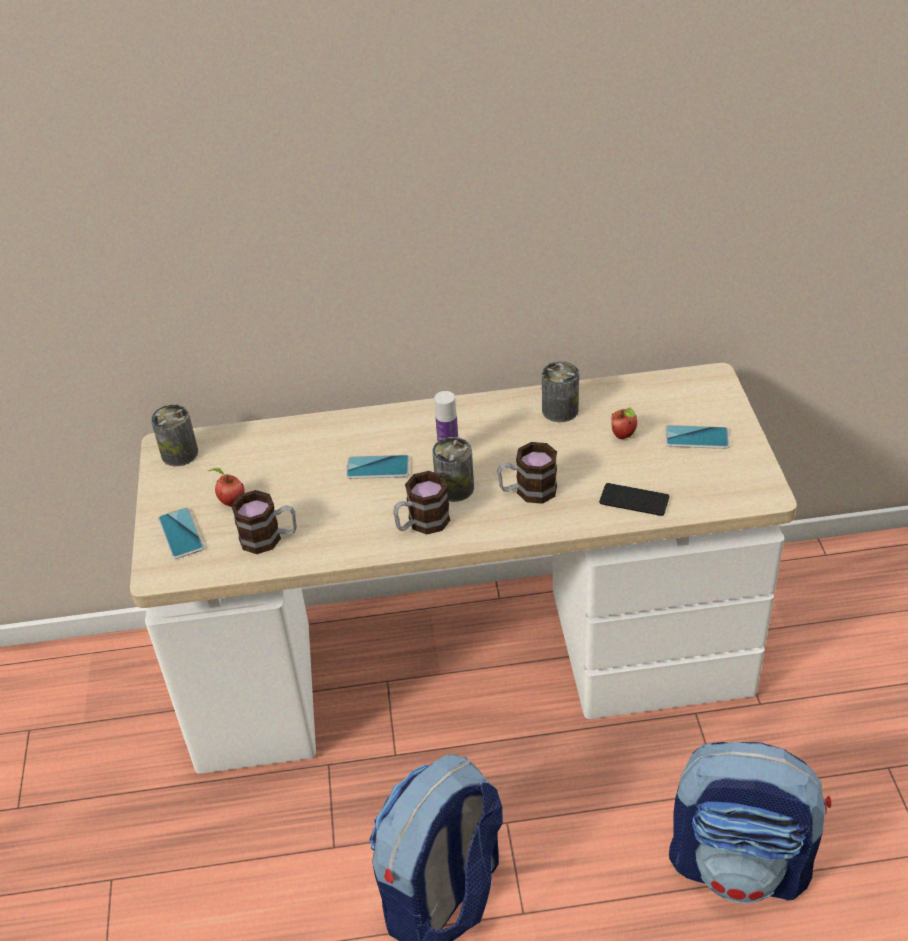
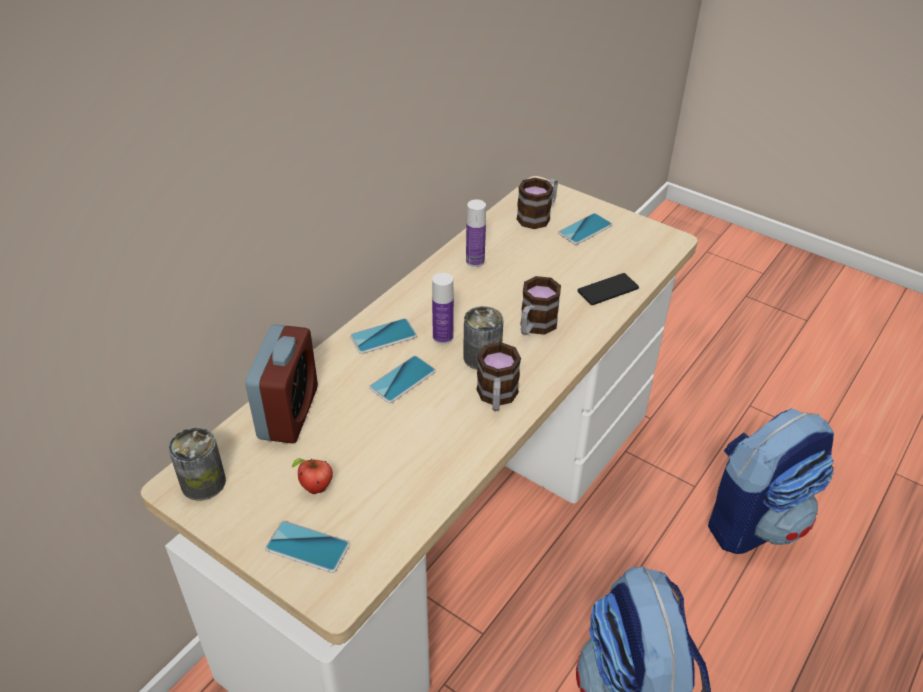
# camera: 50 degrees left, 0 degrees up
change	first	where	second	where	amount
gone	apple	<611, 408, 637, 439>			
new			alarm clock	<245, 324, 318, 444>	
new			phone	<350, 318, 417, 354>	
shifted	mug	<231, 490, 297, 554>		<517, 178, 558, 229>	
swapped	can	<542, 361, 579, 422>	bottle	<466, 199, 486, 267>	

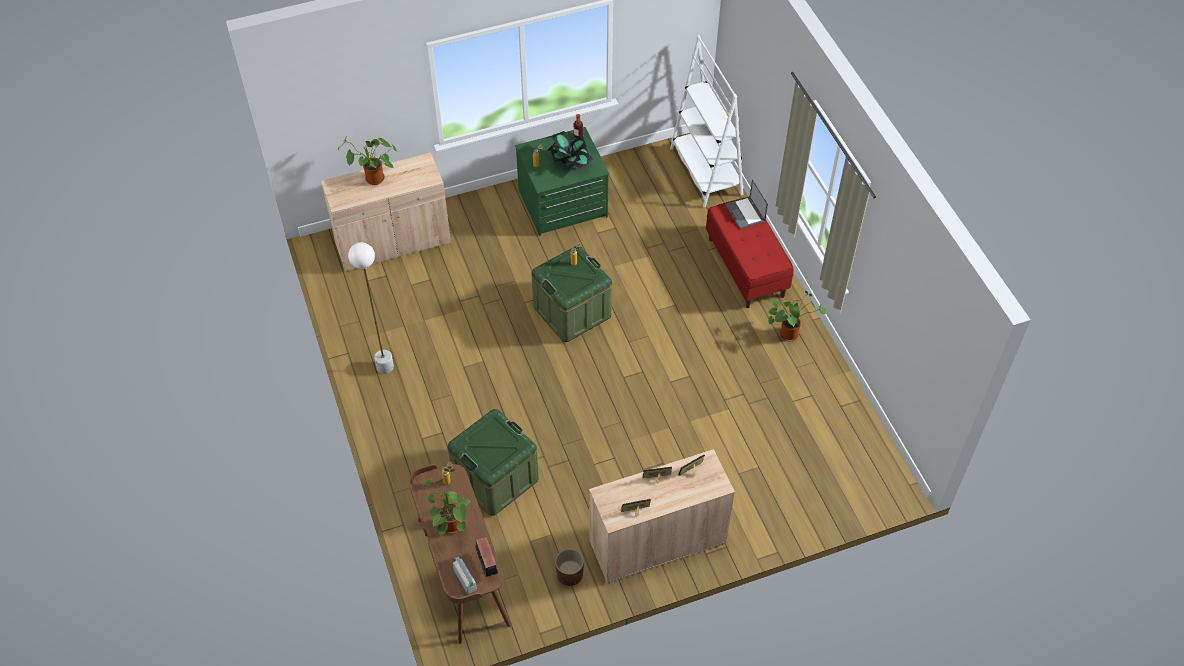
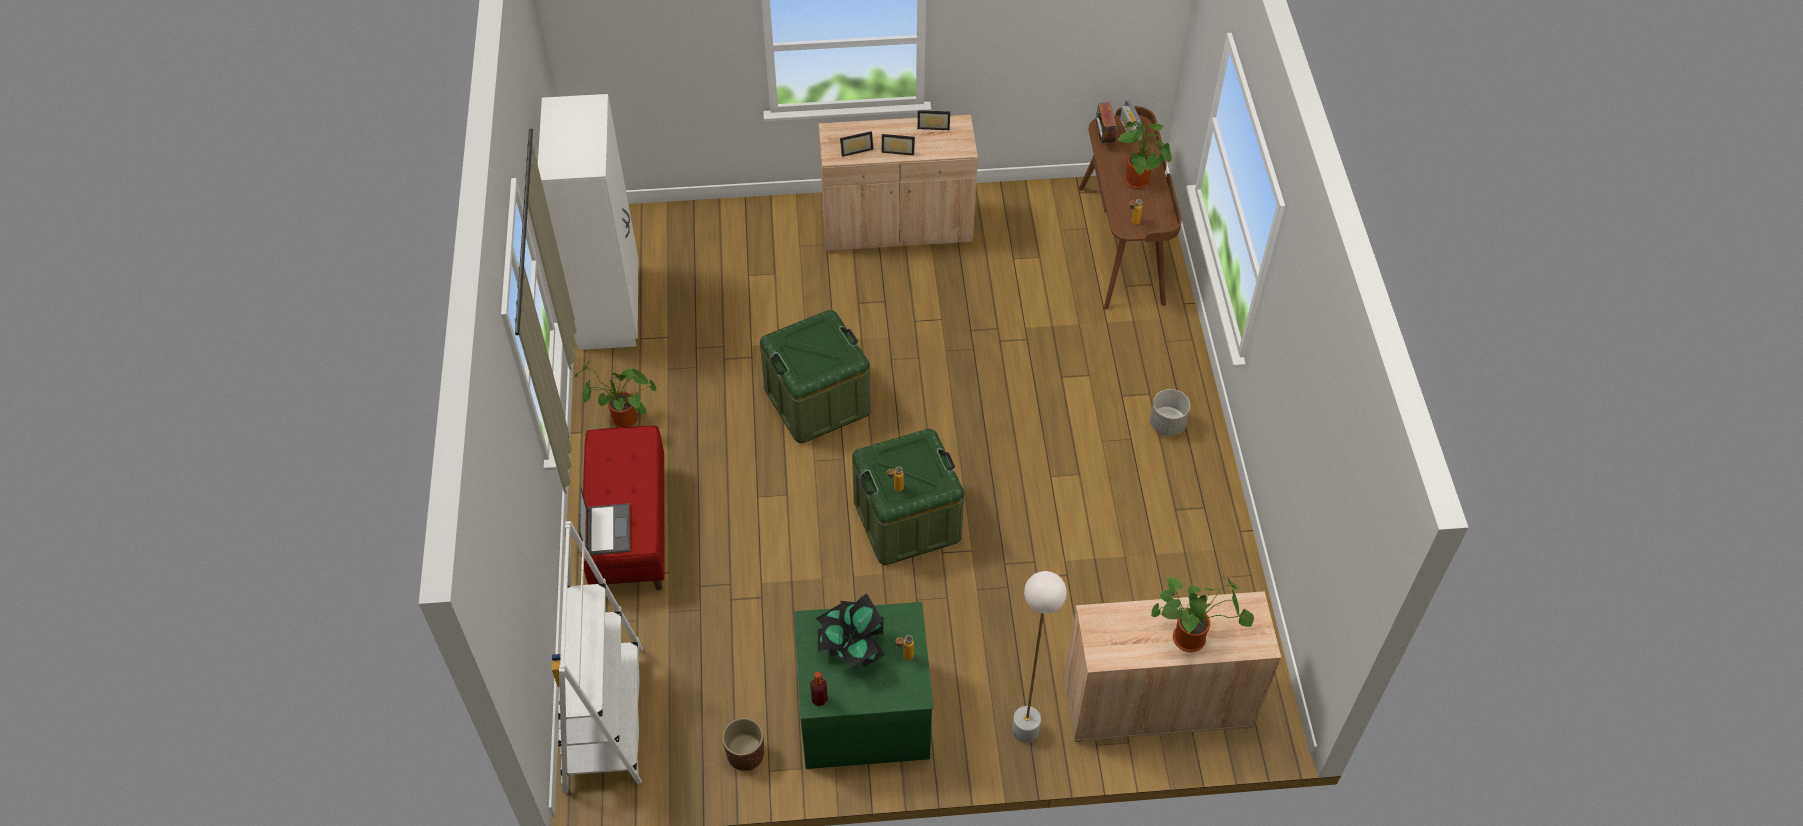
# camera: 165 degrees left, 0 degrees up
change	first	where	second	where	amount
new			wardrobe (white)	<538, 94, 639, 350>	
new			planter (grey)	<1150, 389, 1190, 436>	
shifted	floor lamp (white)	<348, 242, 394, 374>		<1012, 571, 1067, 743>	
shifted	storage box (green)	<448, 409, 539, 516>		<760, 310, 871, 443>	
shifted	planter (brown)	<555, 548, 584, 586>		<722, 718, 764, 771>	

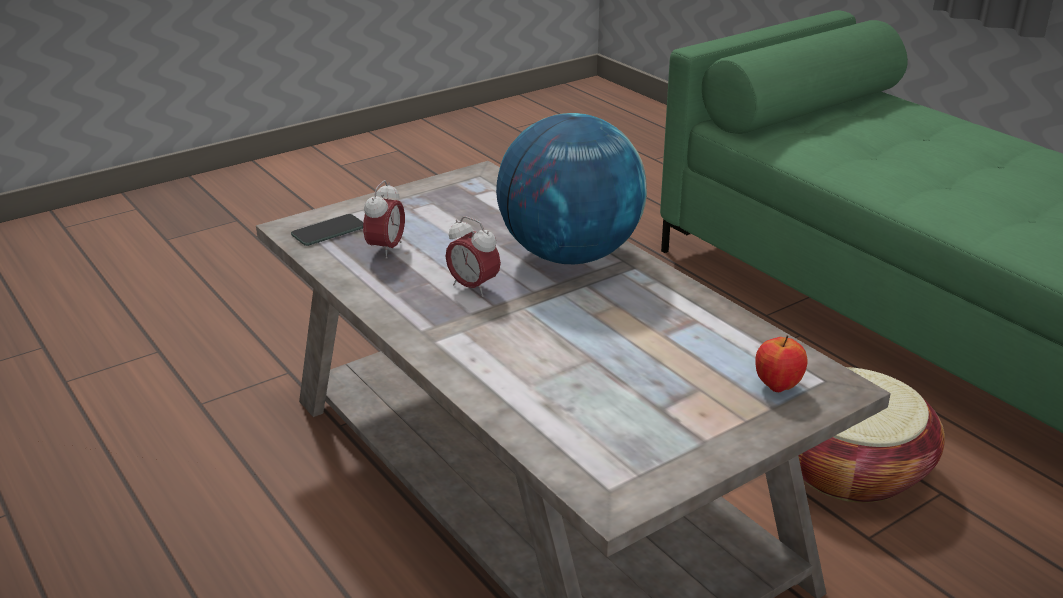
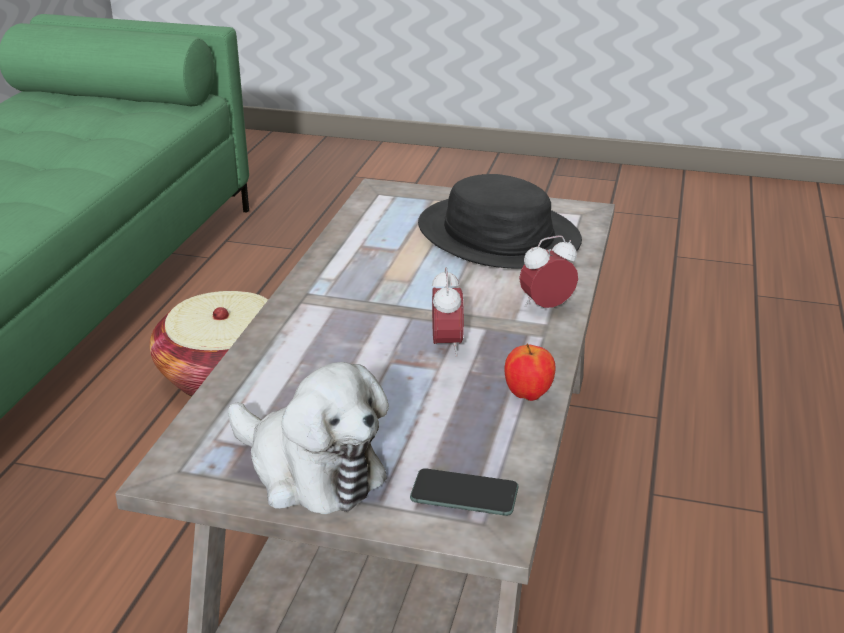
# camera: 130 degrees left, 0 degrees up
change	first	where	second	where	amount
gone	globe	<496, 113, 647, 264>			
new			plush toy	<228, 362, 389, 514>	
new			hat (black)	<418, 174, 582, 269>	
shifted	alarm clock	<363, 180, 405, 259>		<519, 235, 578, 308>	
shifted	apple	<755, 336, 807, 392>		<505, 344, 556, 401>	

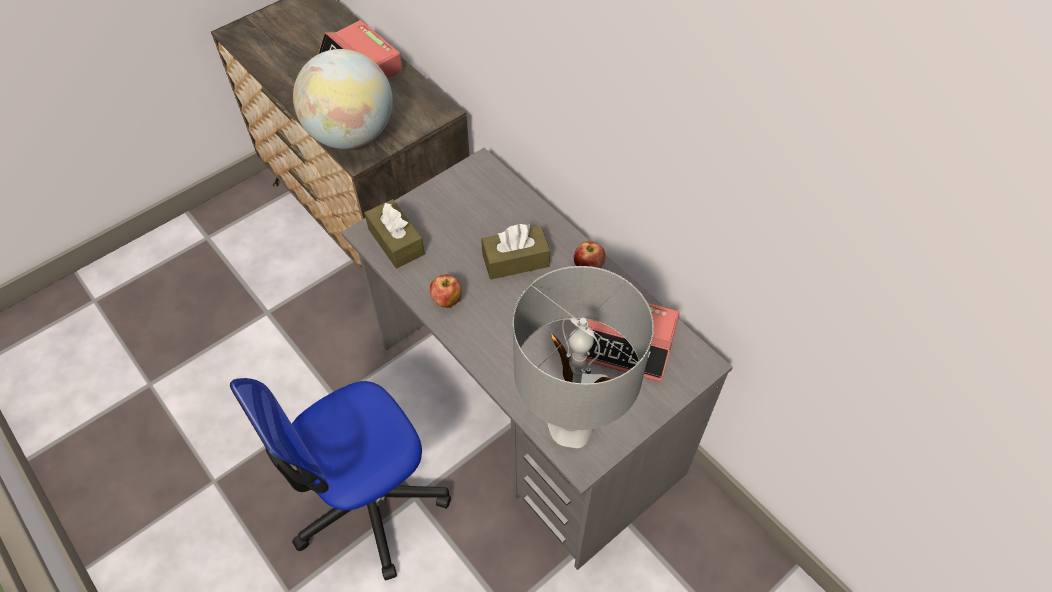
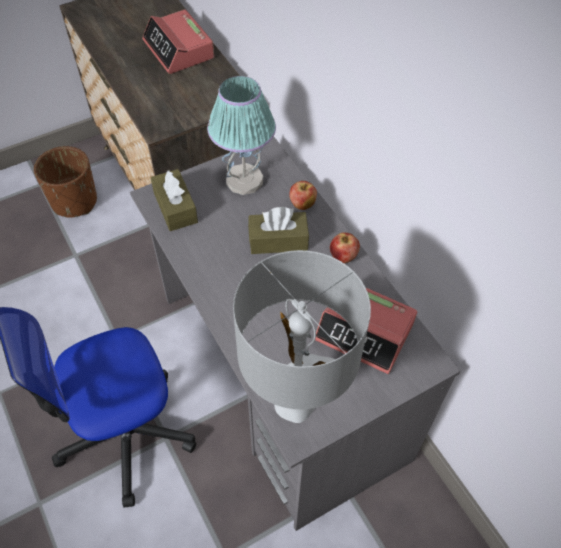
# camera: 10 degrees right, 0 degrees up
change	first	where	second	where	amount
gone	globe	<293, 49, 393, 149>			
new			planter (brown)	<34, 146, 97, 218>	
new			table lamp	<207, 76, 276, 195>	
shifted	apple	<430, 275, 462, 308>		<289, 181, 317, 210>	

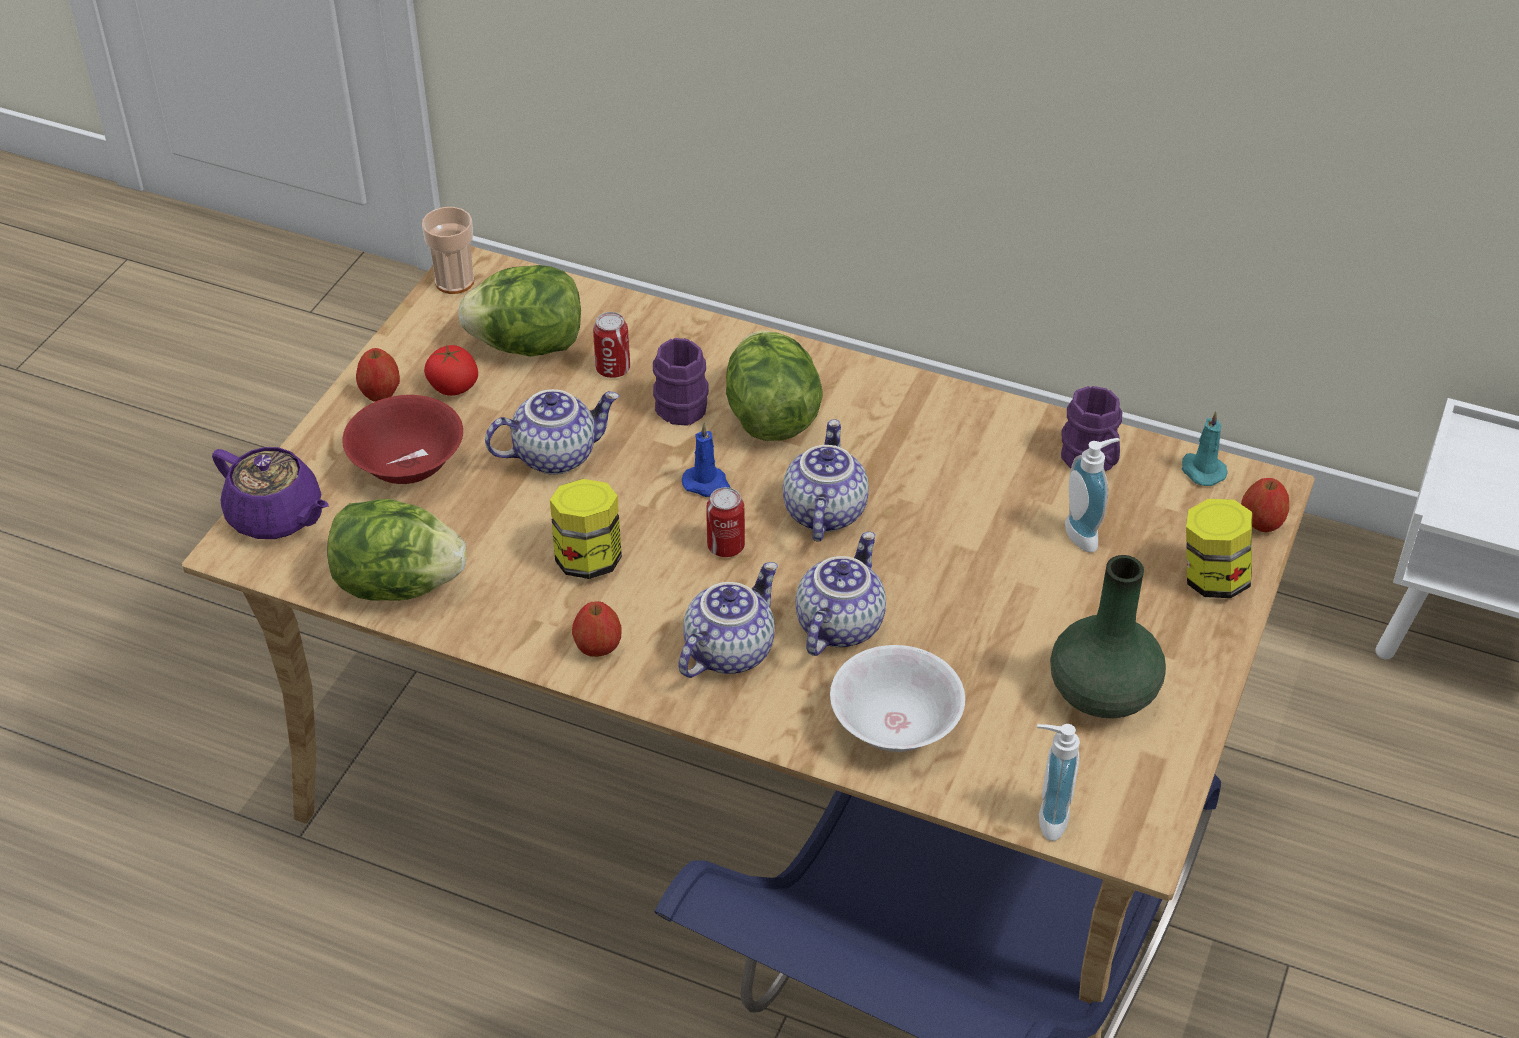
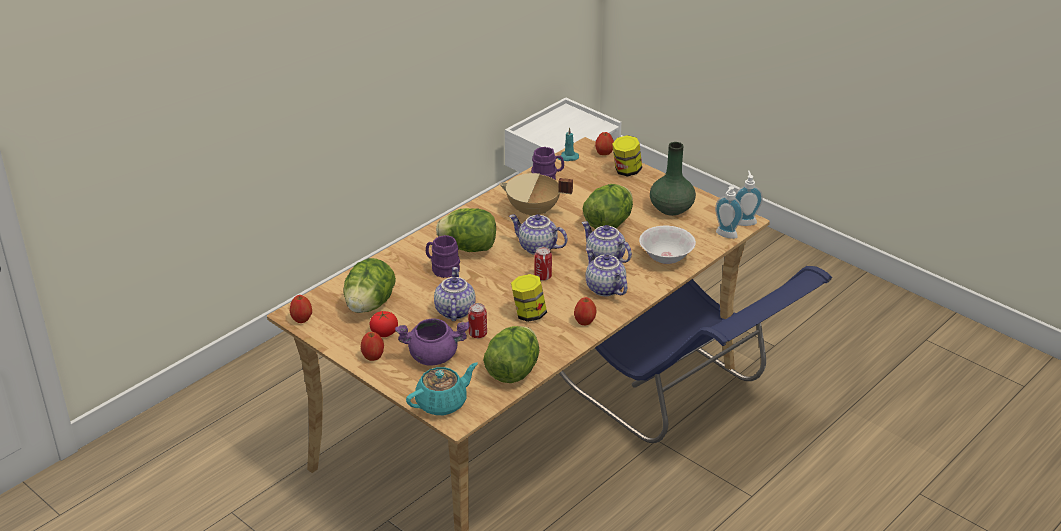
# camera: 70 degrees left, 10 degrees down
change	first	where	second	where	amount
gone	candle (blue)	<682, 423, 731, 497>			
new			cooking pot (beige)	<499, 173, 573, 216>	
new			lettuce	<583, 184, 633, 229>	
shifted	can	<593, 312, 630, 378>		<468, 303, 487, 338>	
shifted	soap dispenser	<1065, 438, 1120, 552>		<736, 171, 763, 226>	
swapped	bowl (red)	<342, 395, 463, 484>	cooking pot (purple)	<395, 319, 469, 366>	
swapped	cup	<422, 207, 474, 294>	apple	<290, 295, 312, 323>	
repainted	teapot (purple)	<212, 447, 329, 539>	teapot (turquoise)	<406, 362, 478, 416>	

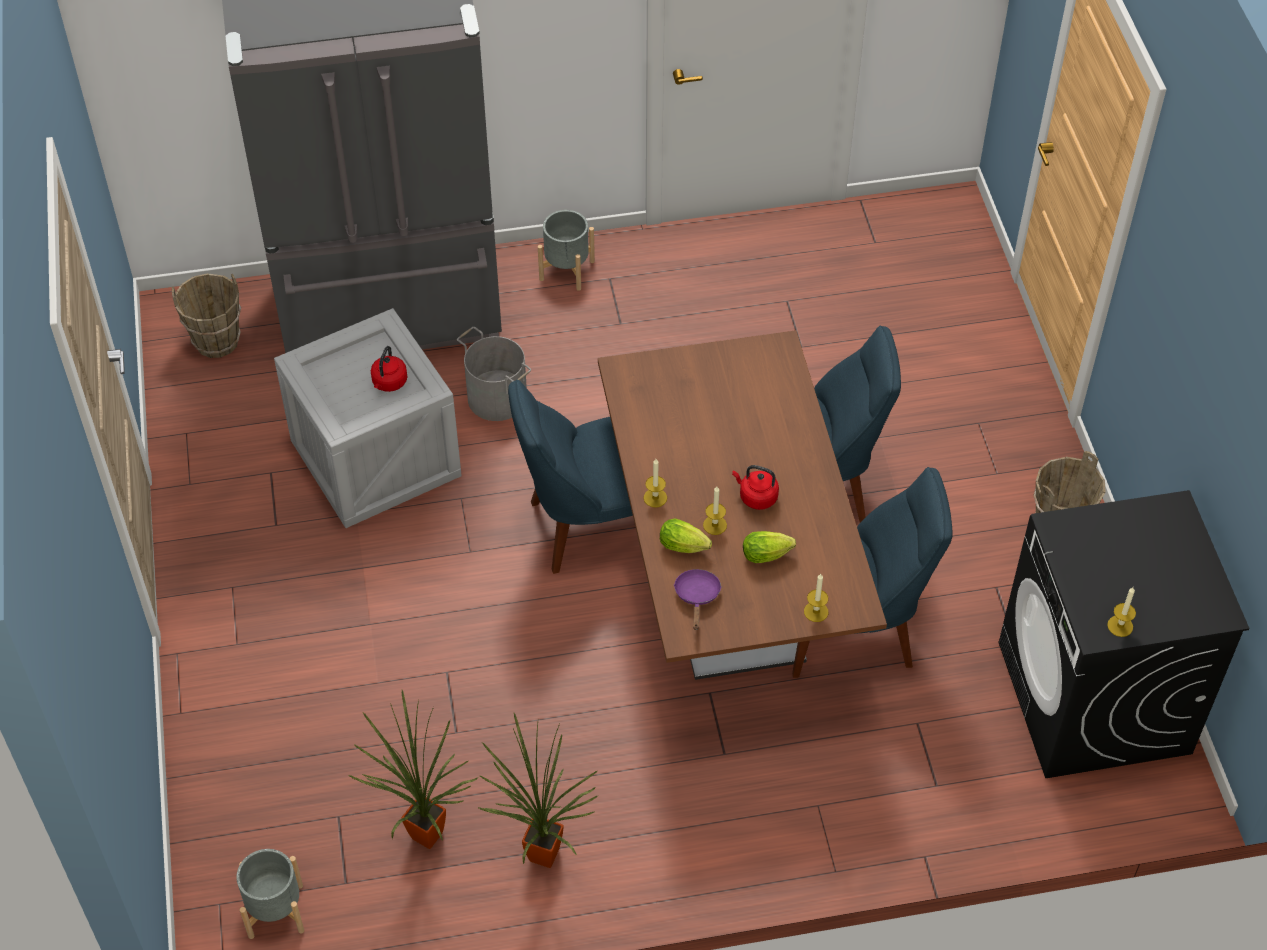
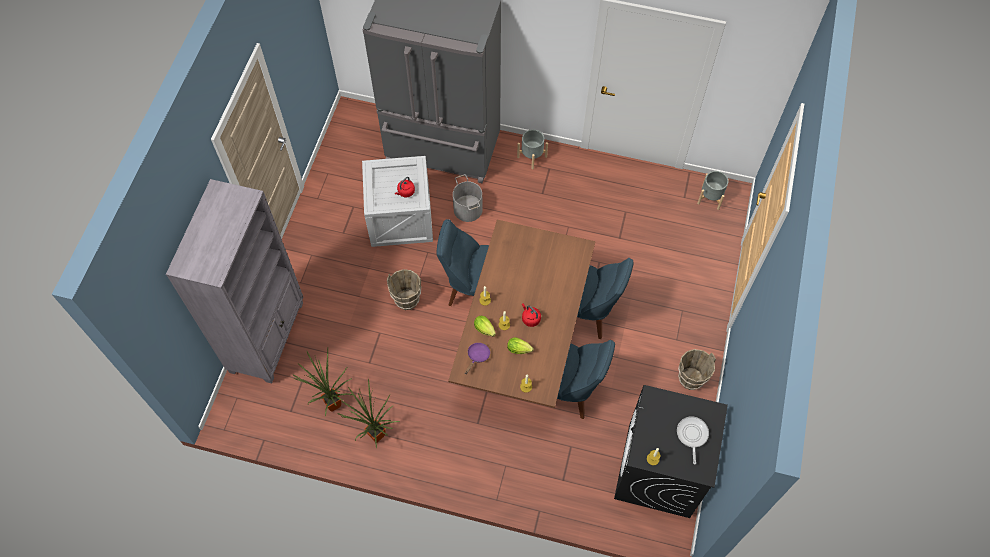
# camera: 25 degrees right, 10 degrees up
change	first	where	second	where	amount
new			bookcase (grey)	<166, 179, 303, 384>	
new			frying pan	<677, 416, 709, 464>	
shifted	bucket (brown)	<172, 273, 241, 358>		<387, 269, 421, 310>	
shifted	planter (grey)	<236, 849, 304, 939>		<697, 171, 729, 210>	

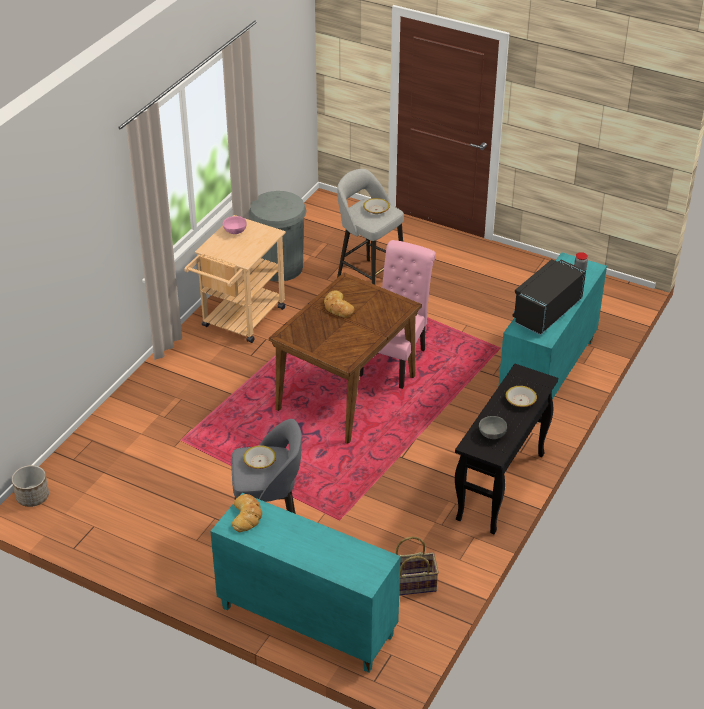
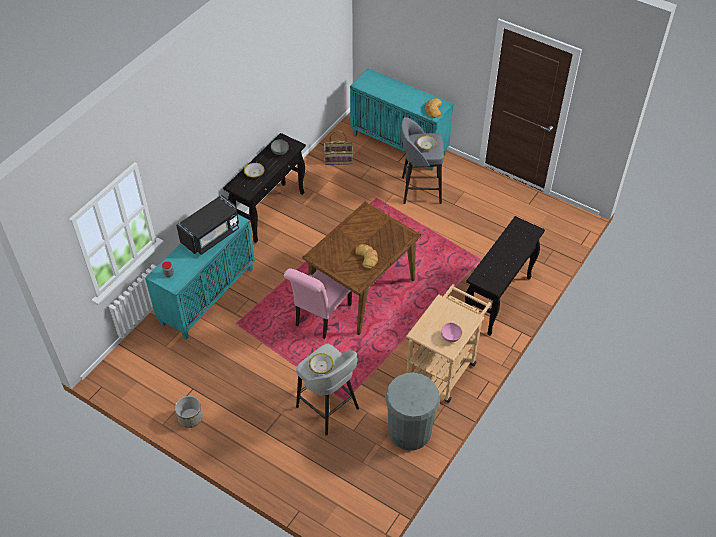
# camera: 175 degrees left, 10 degrees up
change	first	where	second	where	amount
new			console table (black)	<465, 216, 545, 336>	
shifted	planter	<12, 465, 49, 507>		<175, 396, 203, 428>	

